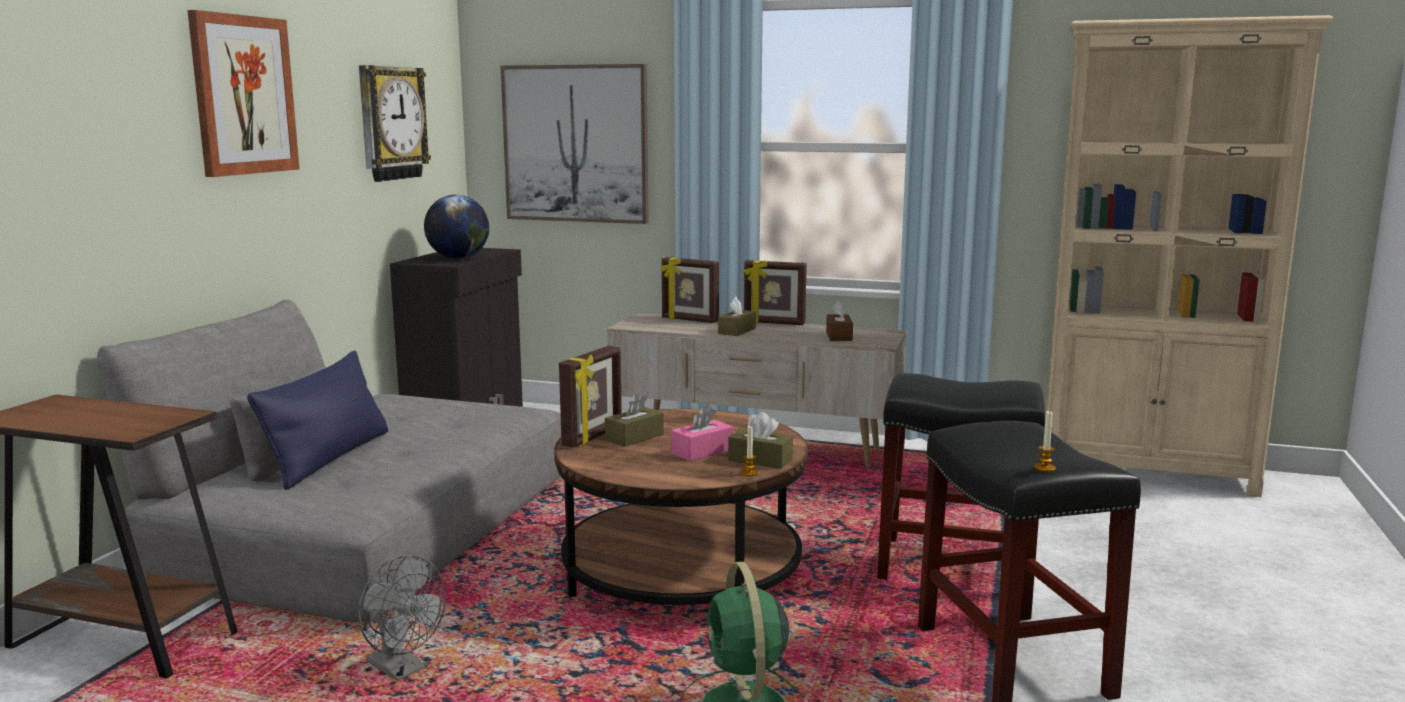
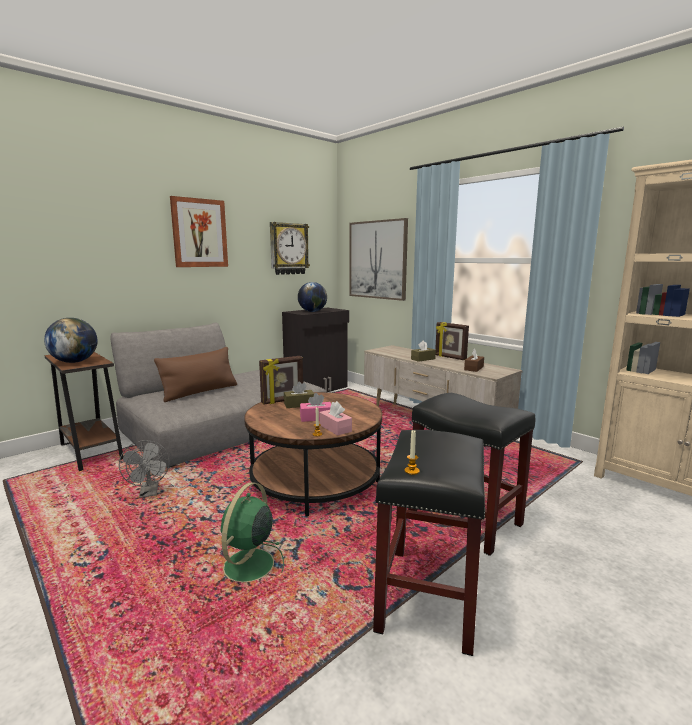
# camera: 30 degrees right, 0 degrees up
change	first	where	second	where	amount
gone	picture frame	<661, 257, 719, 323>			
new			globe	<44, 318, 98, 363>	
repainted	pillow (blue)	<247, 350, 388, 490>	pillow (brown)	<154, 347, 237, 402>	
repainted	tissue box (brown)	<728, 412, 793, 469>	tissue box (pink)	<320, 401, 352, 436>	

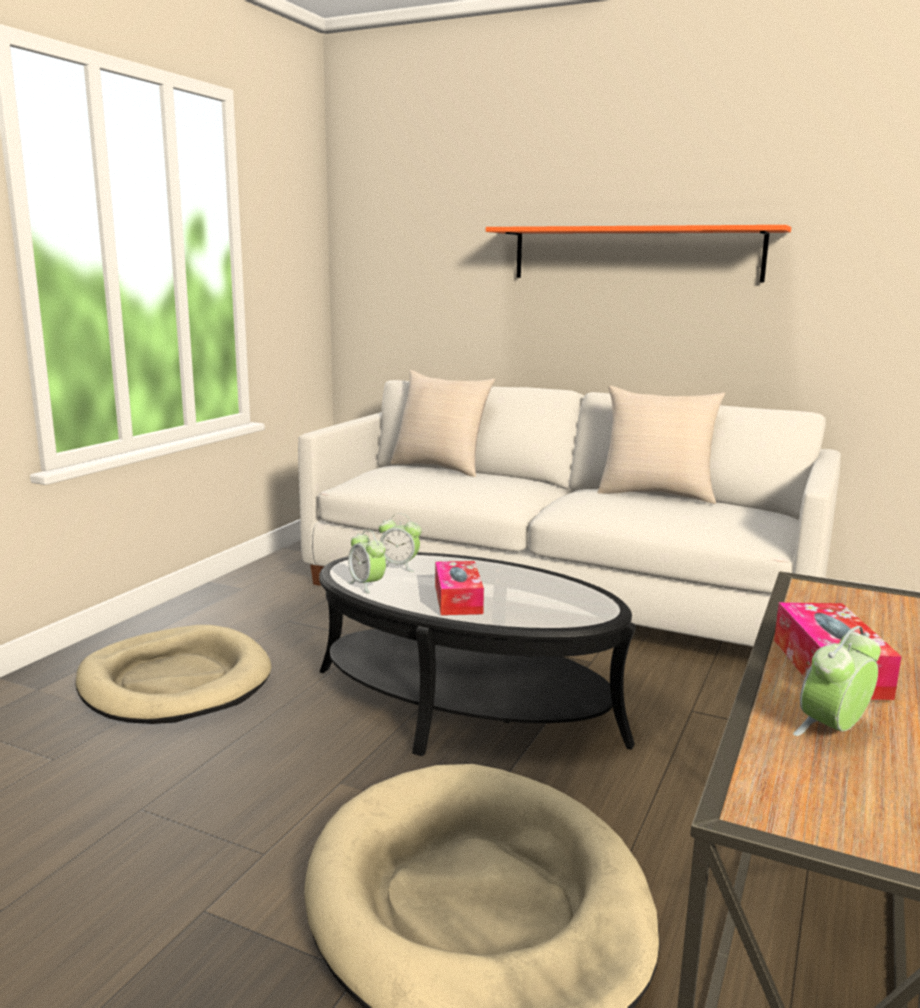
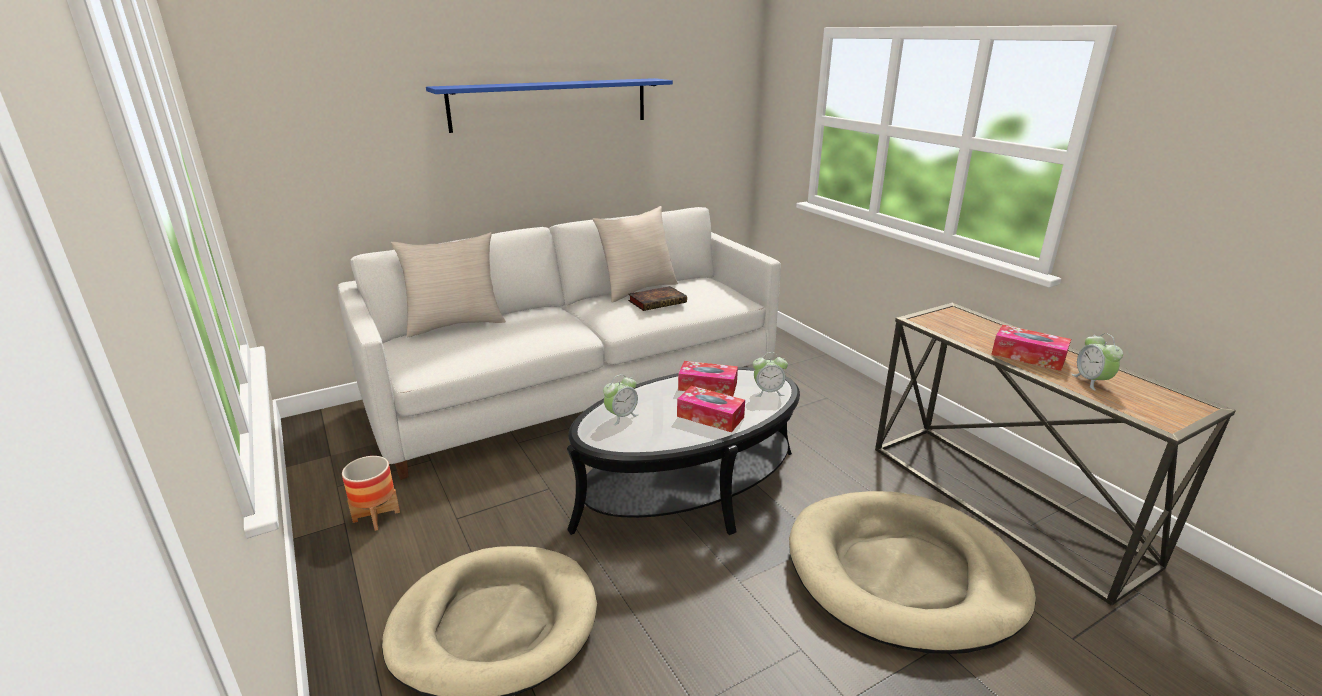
# camera: 55 degrees left, 10 degrees up
change	first	where	second	where	amount
new			planter	<342, 456, 400, 531>	
new			book	<628, 286, 687, 311>	
new			tissue box	<678, 361, 738, 396>	
shifted	alarm clock	<348, 529, 386, 594>		<753, 352, 788, 397>	
repainted	shelf (orange)	<486, 225, 791, 282>	shelf (blue)	<426, 78, 673, 133>	

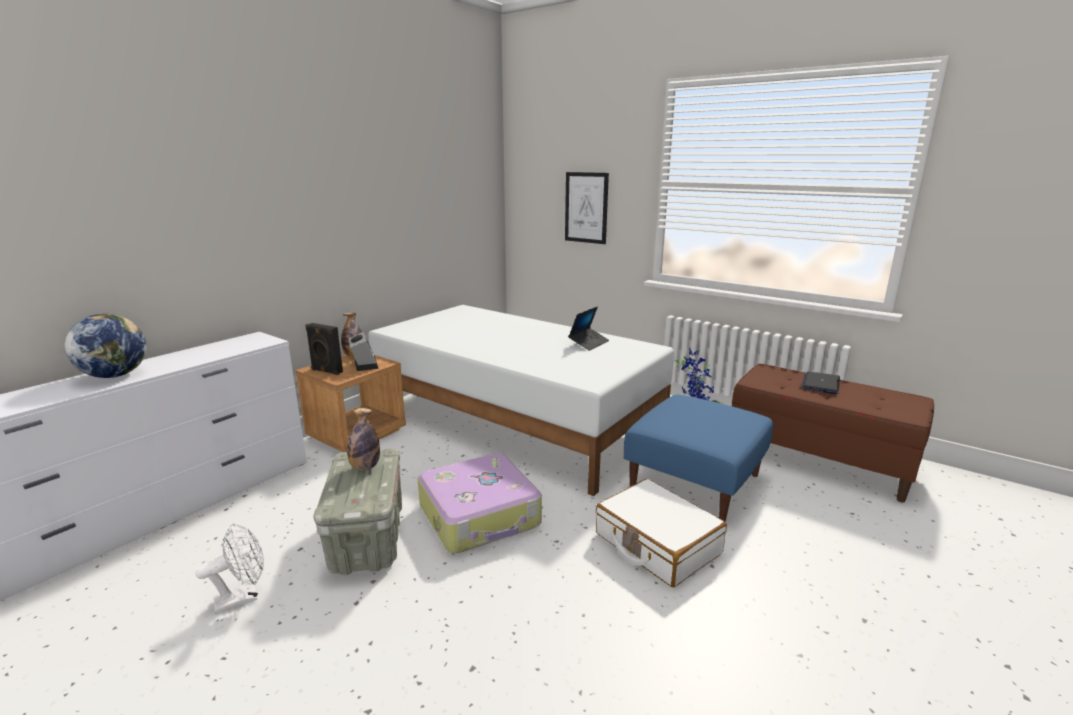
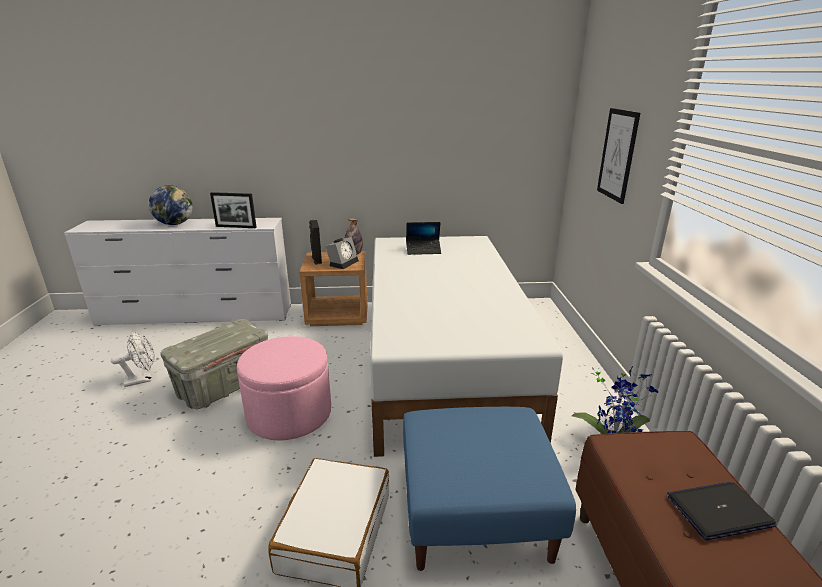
# camera: 50 degrees right, 5 degrees up
change	first	where	second	where	amount
gone	bottle	<347, 408, 380, 470>			
new			picture frame	<210, 192, 257, 228>	
shifted	laptop	<568, 306, 609, 351>		<406, 222, 441, 255>	
swapped	suitcase	<417, 453, 542, 553>	ottoman (pink)	<237, 336, 331, 440>	
rotated	fan (white)	<195, 523, 264, 614>		<111, 332, 155, 387>	45 degrees counterclockwise

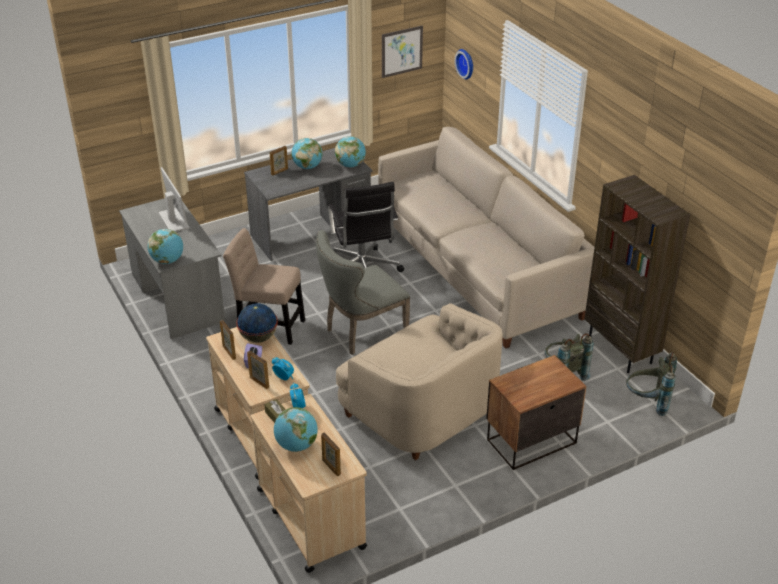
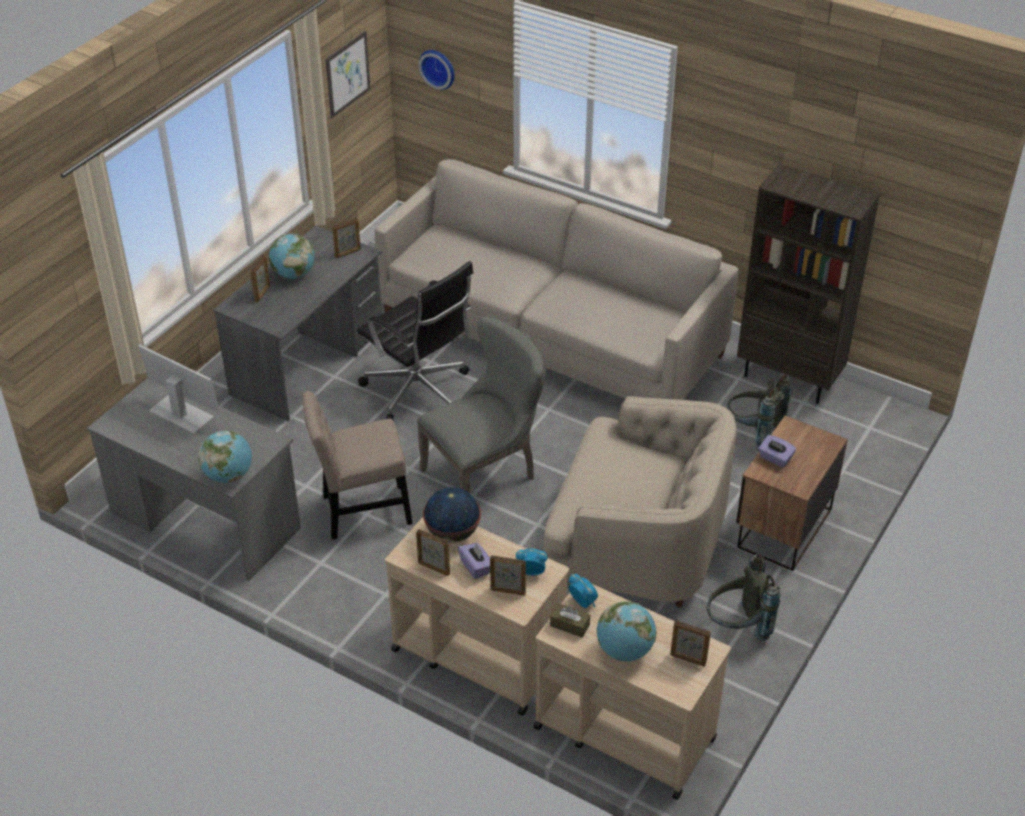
# camera: 30 degrees left, 5 degrees up
change	first	where	second	where	amount
new			tissue box (purple)	<758, 435, 796, 468>	
shifted	backpack (grey)	<626, 352, 677, 416>		<707, 554, 780, 641>	
swapped	globe	<335, 136, 366, 167>	picture frame	<332, 218, 361, 258>	
rotated	chair (grey)	<316, 230, 410, 355>		<417, 317, 546, 493>	150 degrees counterclockwise

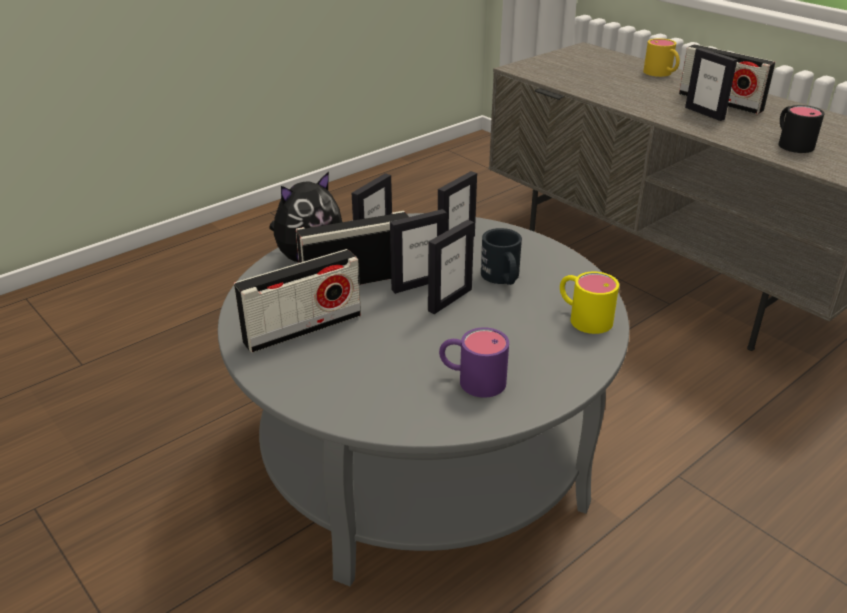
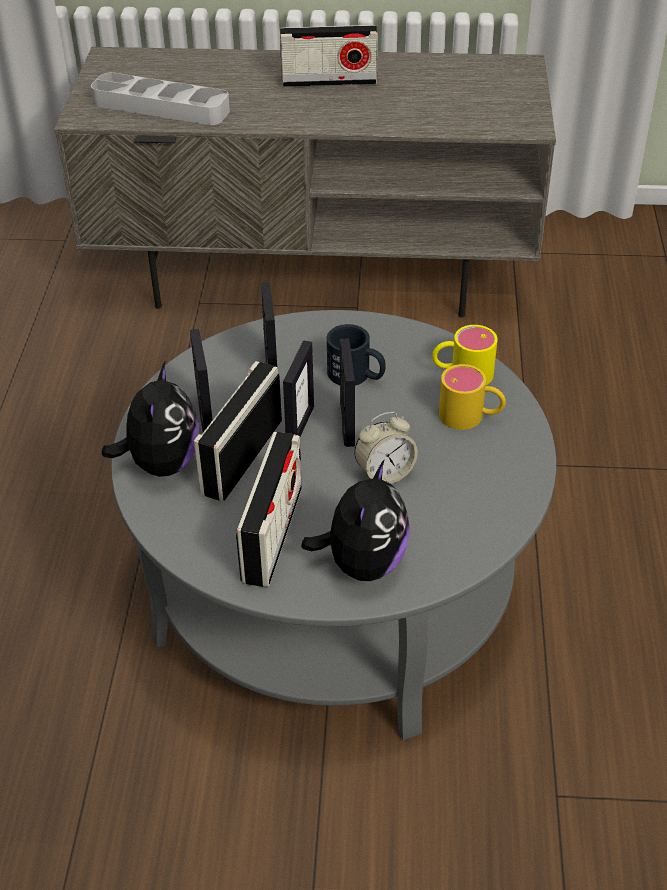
# camera: 45 degrees left, 10 degrees up
change	first	where	second	where	amount
gone	mug (purple)	<439, 327, 509, 398>			
gone	picture frame	<685, 48, 737, 121>			
gone	mug (black)	<779, 105, 825, 153>			
new			tray (grey)	<91, 72, 230, 125>	
new			plush toy	<301, 459, 410, 581>	
new			alarm clock	<354, 412, 418, 484>	
shifted	mug (yellow)	<643, 38, 680, 77>		<439, 364, 506, 430>	

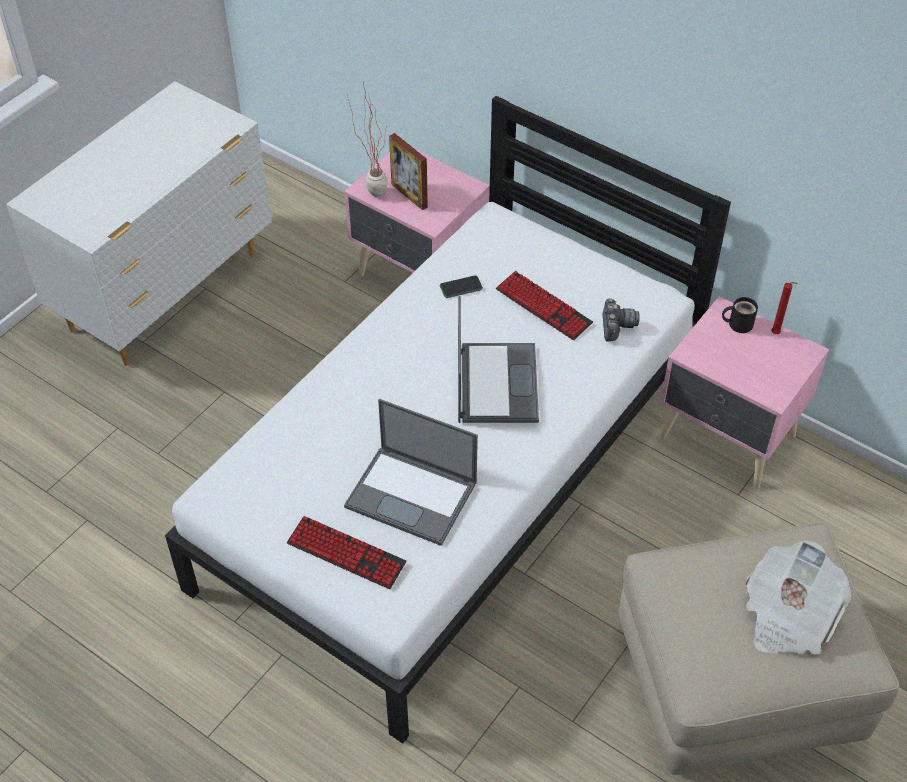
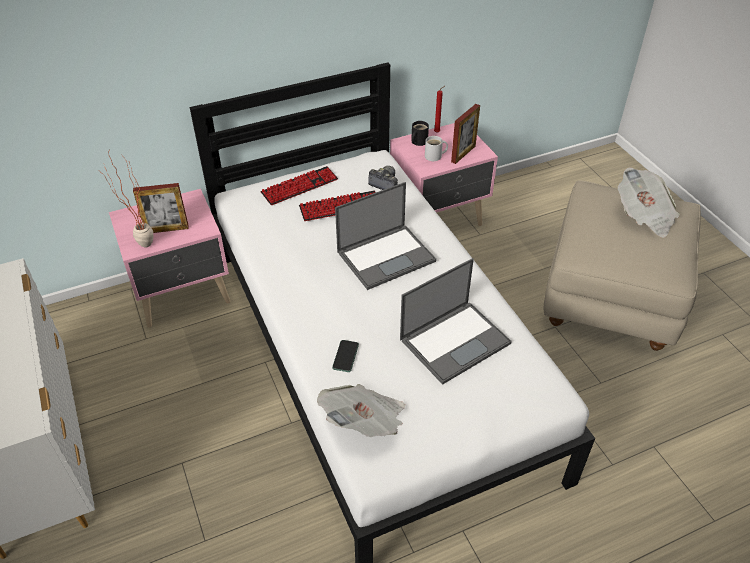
# camera: 60 degrees left, 5 degrees down
change	first	where	second	where	amount
new			newspaper	<317, 384, 405, 437>	
new			mug (white)	<425, 136, 448, 161>	
new			picture frame	<451, 104, 480, 164>	
shifted	keyboard	<287, 516, 407, 589>		<261, 166, 338, 205>	
shifted	phone	<440, 276, 483, 298>		<332, 340, 359, 372>	
rotated	laptop	<458, 296, 539, 423>		<335, 182, 436, 290>	120 degrees clockwise

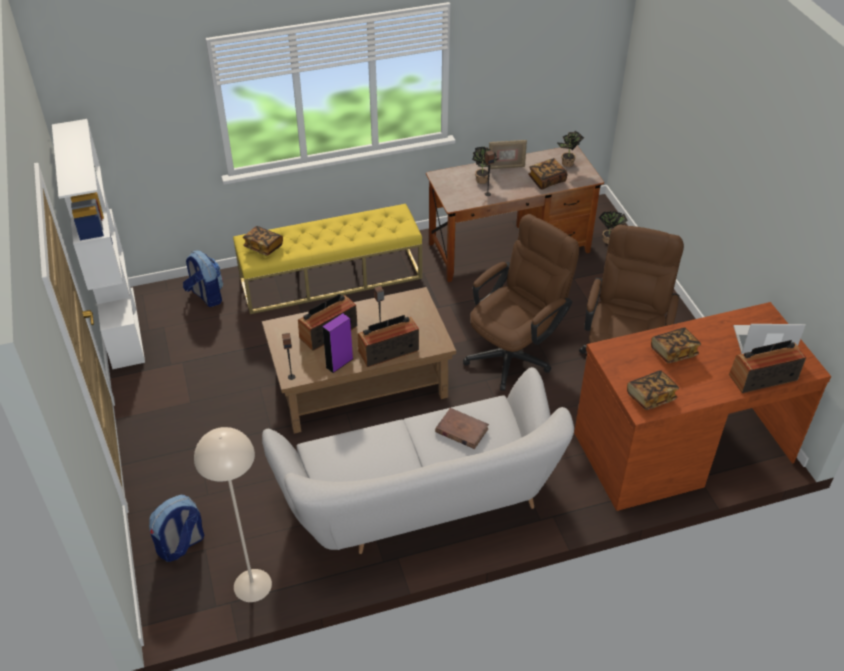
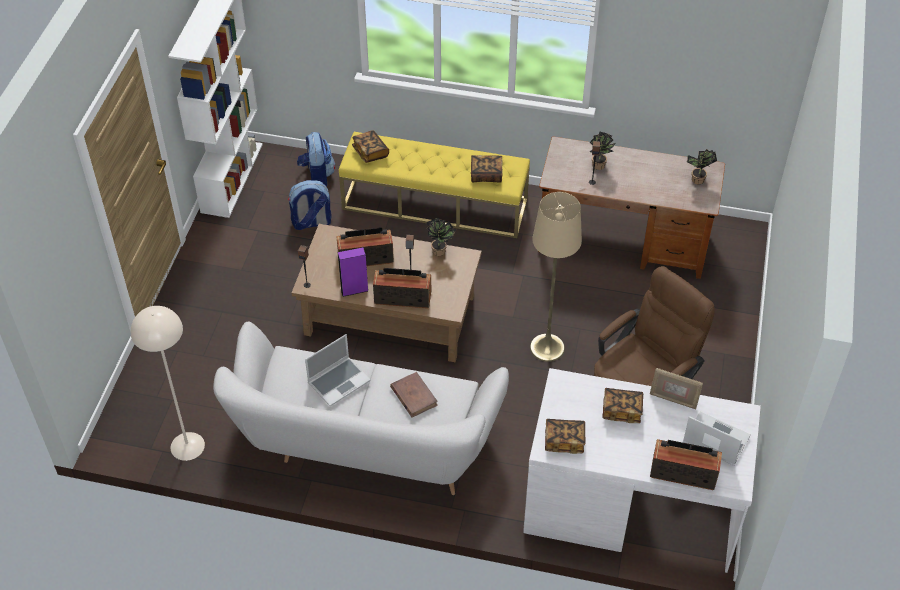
# camera: 30 degrees right, 5 degrees up
change	first	where	second	where	amount
new			laptop	<305, 334, 371, 407>	
shifted	backpack	<149, 495, 204, 562>		<288, 180, 332, 230>	
shifted	picture frame	<489, 140, 527, 169>		<650, 368, 703, 410>	
shifted	book	<528, 158, 567, 190>		<471, 155, 503, 183>	
shifted	potted plant	<599, 211, 628, 244>		<427, 218, 457, 256>	
swapped	office chair (brown)	<463, 214, 579, 391>	floor lamp (beige)	<530, 192, 582, 362>	
repainted	desk (brown)	<574, 302, 831, 511>	desk (white)	<523, 368, 761, 573>	

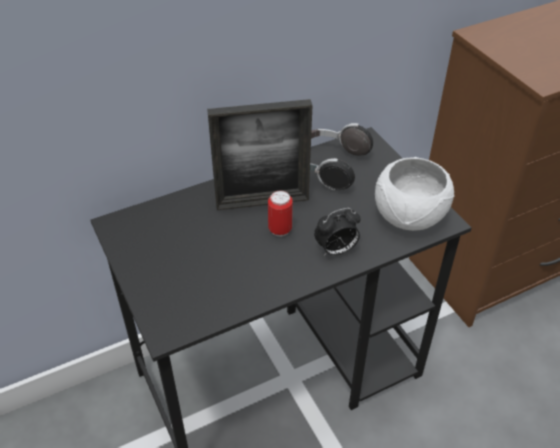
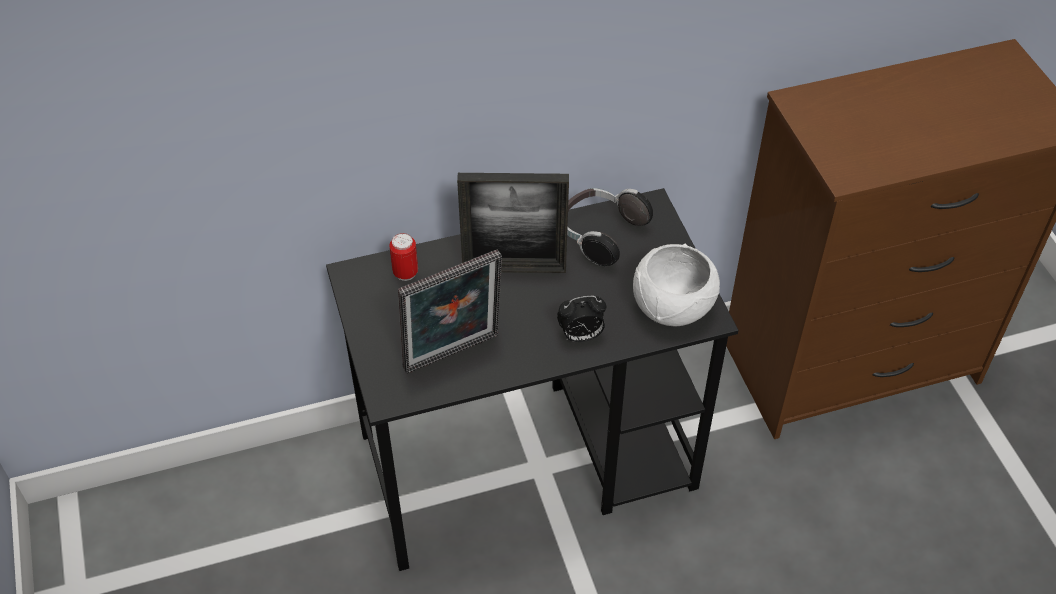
# camera: 10 degrees right, 5 degrees up
change	first	where	second	where	amount
new			picture frame	<398, 249, 502, 374>	
shifted	can	<268, 191, 293, 237>		<390, 233, 418, 281>	

